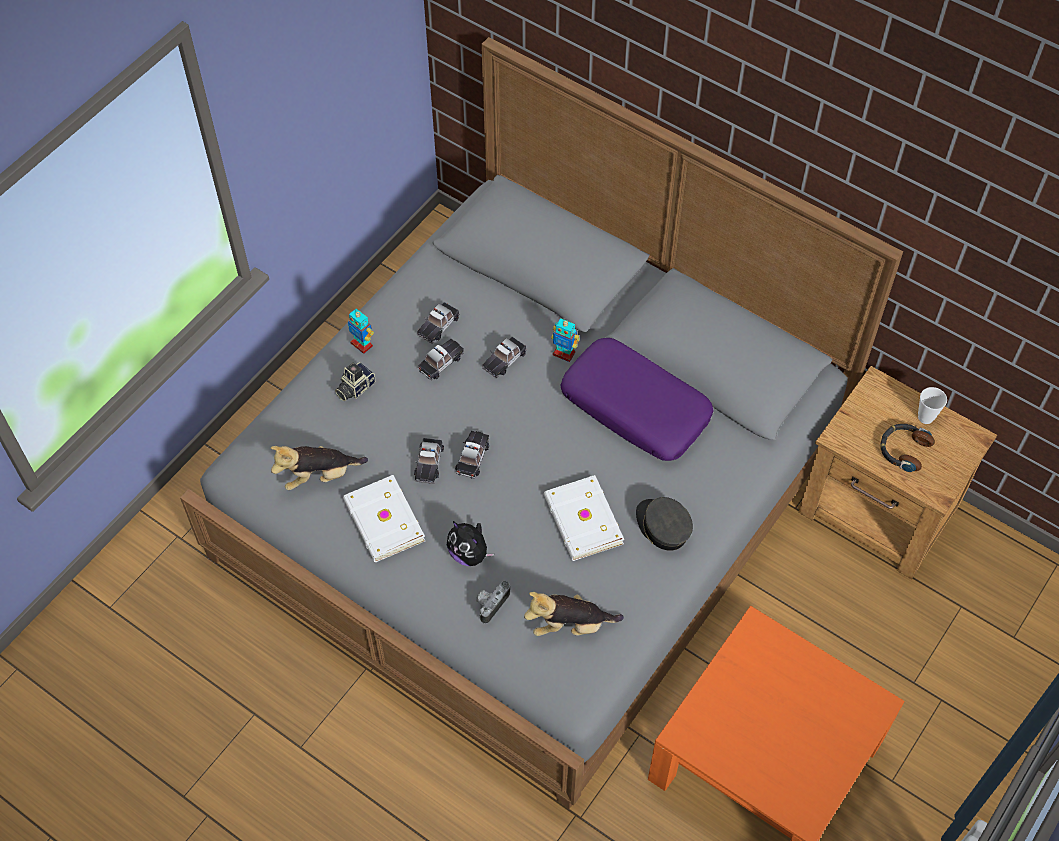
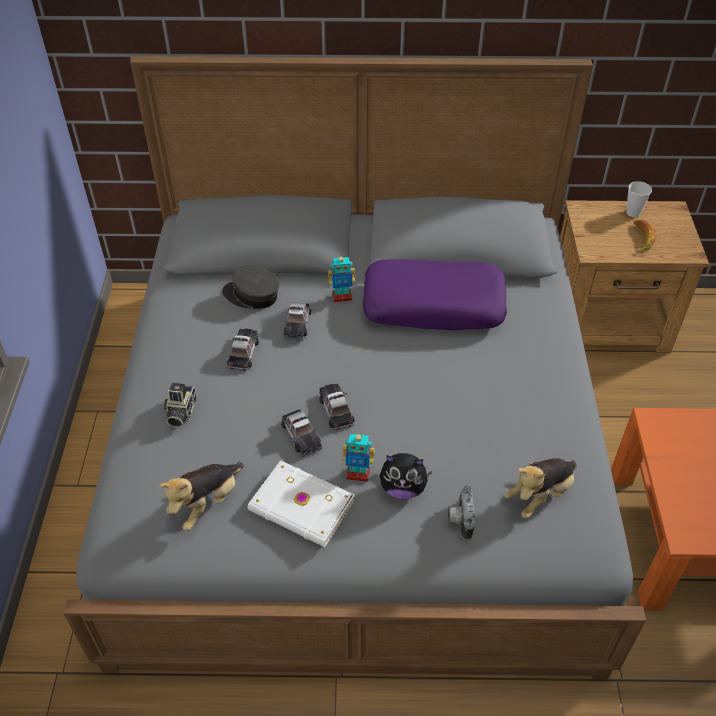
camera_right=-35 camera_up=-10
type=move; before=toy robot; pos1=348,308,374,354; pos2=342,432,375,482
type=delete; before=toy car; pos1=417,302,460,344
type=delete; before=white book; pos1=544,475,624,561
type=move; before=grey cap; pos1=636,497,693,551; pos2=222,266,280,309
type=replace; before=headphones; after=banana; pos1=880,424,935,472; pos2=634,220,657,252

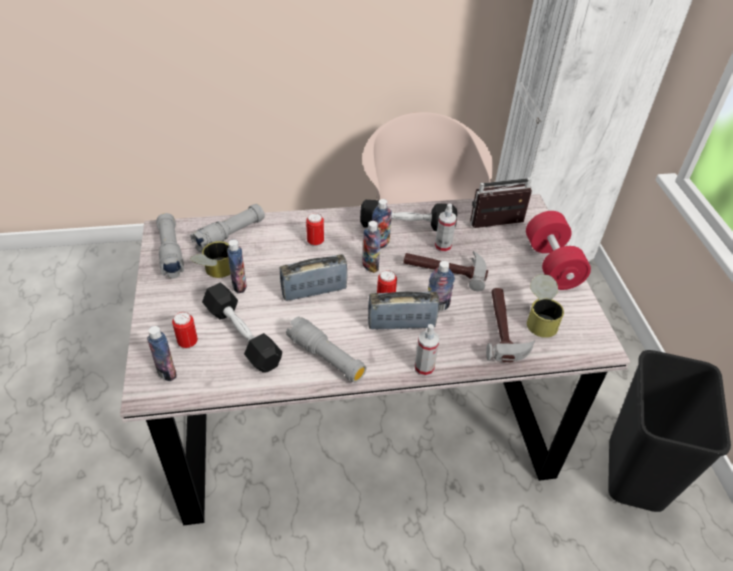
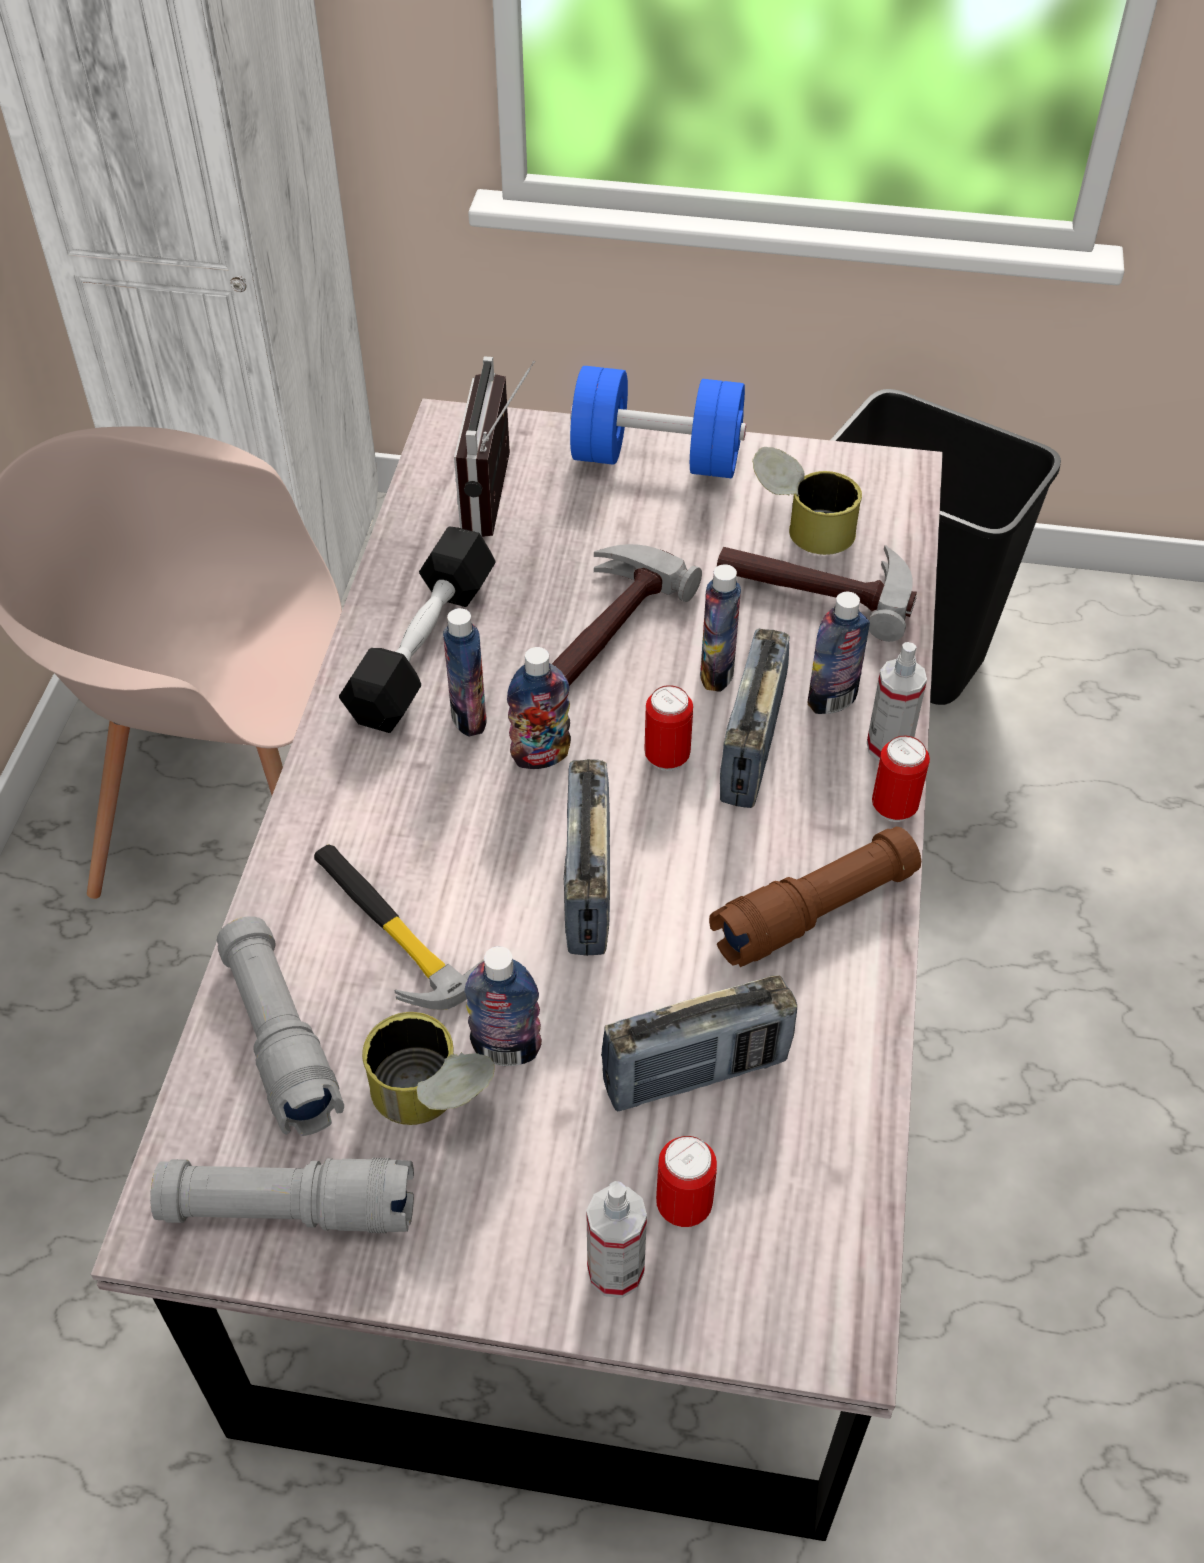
camera_right=-70 camera_up=5
type=move; before=bottle; pos1=147,326,177,381; pos2=808,592,870,714
type=replace; before=black dumbbell; after=radio; pos1=202,283,282,373; pos2=601,975,797,1111
type=recolor; before=grey flashlight; after=brown flashlight; pos1=286,316,367,383; pos2=709,827,921,967
type=move; before=can; pos1=306,213,324,247; pos2=872,736,930,822
type=move; before=spray bottle; pos1=435,203,457,253; pos2=586,1181,647,1298
type=recolor; before=red dumbbell; after=blue dumbbell; pos1=526,211,591,290; pos2=570,366,746,478
type=insert; after=hammer; pos2=314,844,484,1010

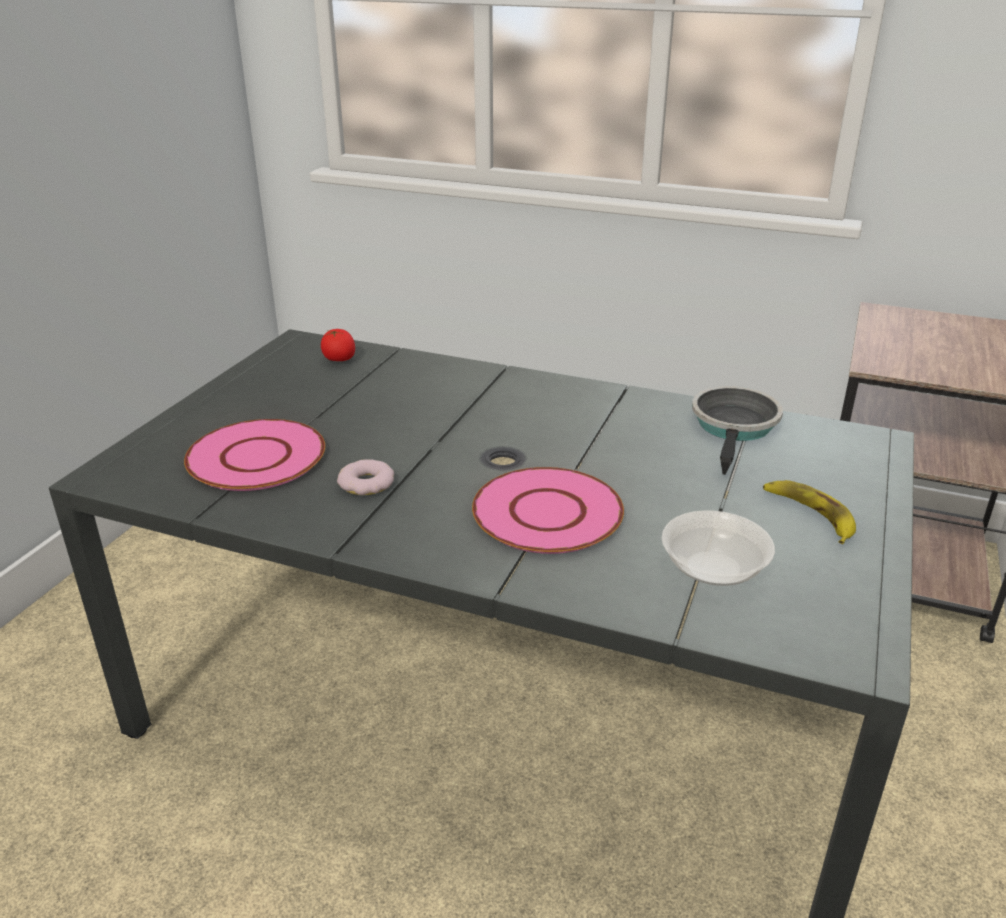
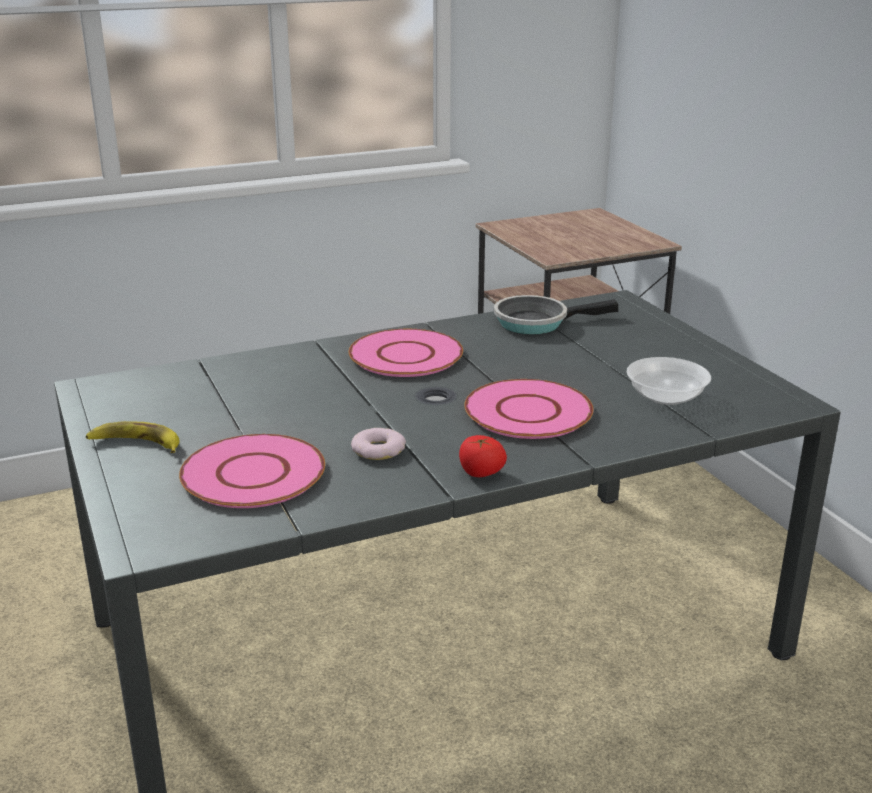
camera_right=-45 camera_up=-5
type=move; before=tomato; pos1=321,329,355,361; pos2=459,435,507,477
type=rotate; before=frying pan; pos1=692,386,783,475; pos2=494,295,618,335; turn=-75
type=move; before=banana; pos1=763,480,856,544; pos2=86,421,180,453
type=insert; after=pink plate; pos2=349,329,463,377

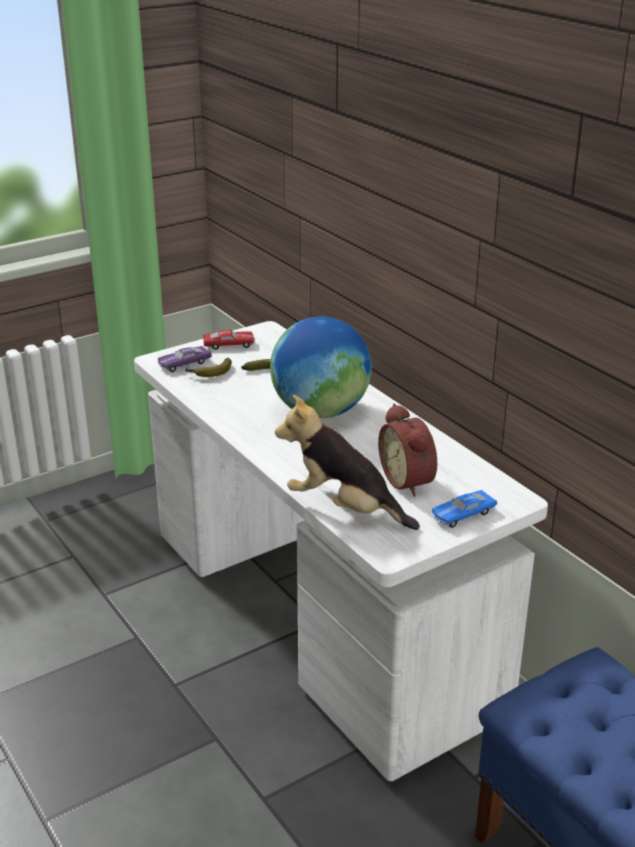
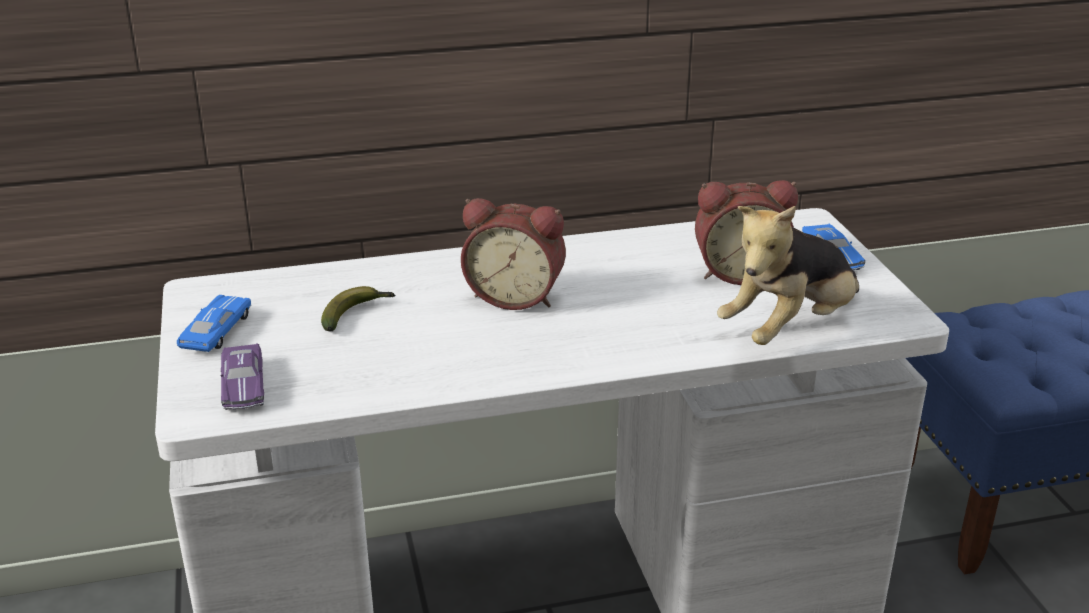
camera_right=-70 camera_up=0
type=delete; before=banana; pos1=185,358,232,377
type=recolor; before=red toy car; after=blue toy car; pos1=203,330,255,350; pos2=177,295,251,352
type=replace; before=globe; after=alarm clock; pos1=270,317,372,418; pos2=461,198,566,310

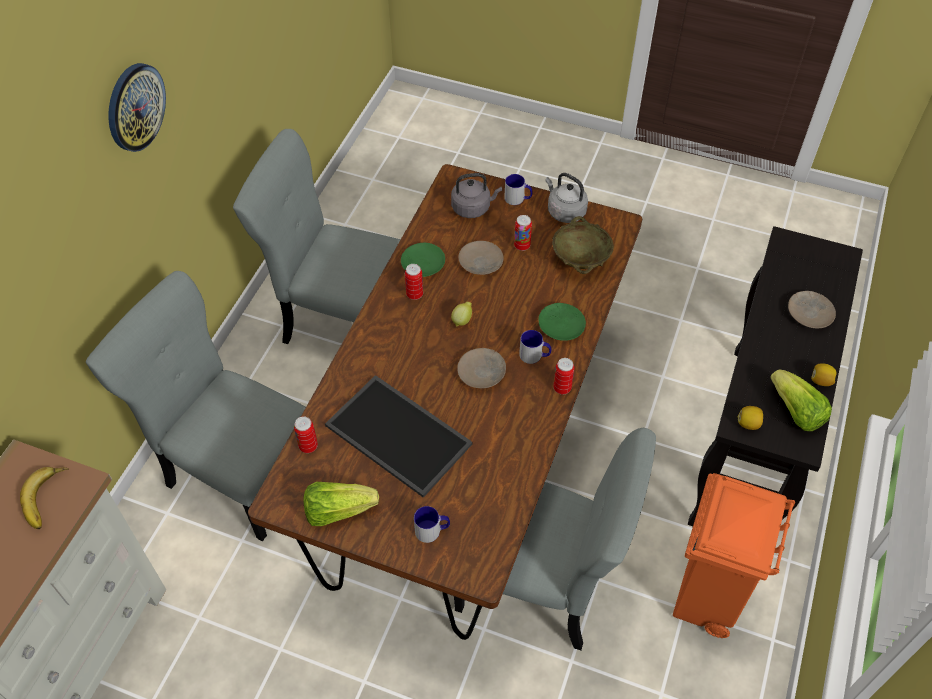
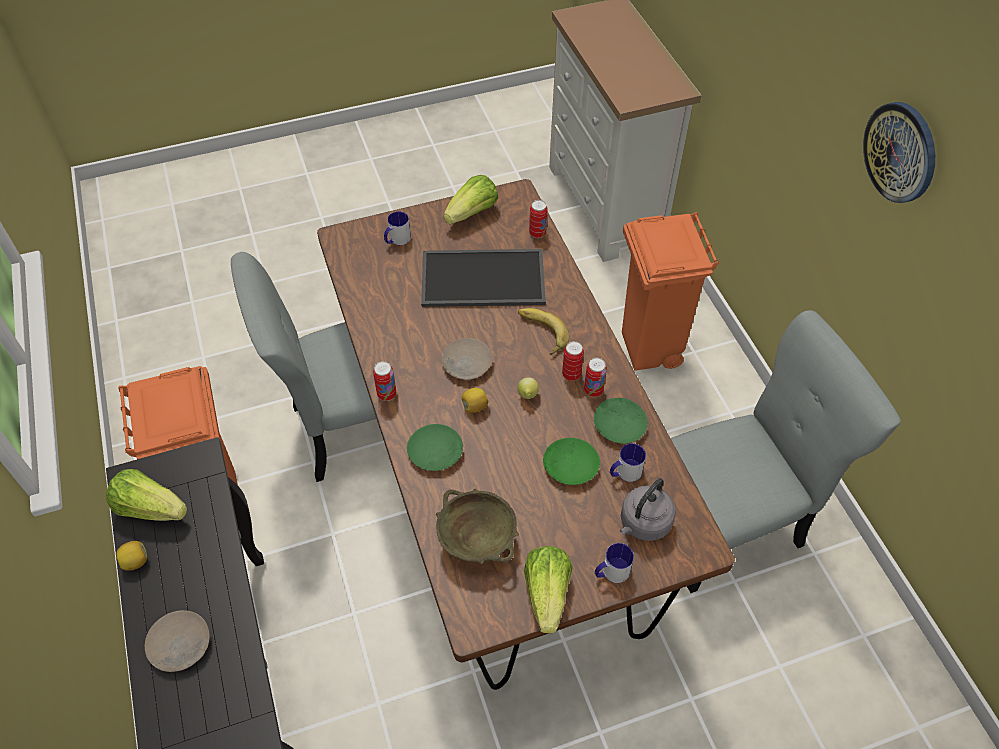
camera_right=140 camera_up=0
type=move; before=banana; pos1=20,467,69,529; pos2=518,308,569,355
type=replace; before=grey chair; after=orange trash can; pos1=86,271,306,541; pos2=622,212,719,371
type=recolor; before=beige plate; after=green plate; pos1=458,241,504,275; pos2=543,438,600,485
type=move; before=can; pos1=514,215,532,251; pos2=562,341,584,381
type=move; before=mug; pos1=519,330,551,364; pos2=610,443,646,482
type=replace; before=grey kettle; after=lettuce; pos1=546,173,588,223; pos2=524,546,573,633
type=move; before=lemon; pos1=738,406,763,430; pos2=462,388,488,413

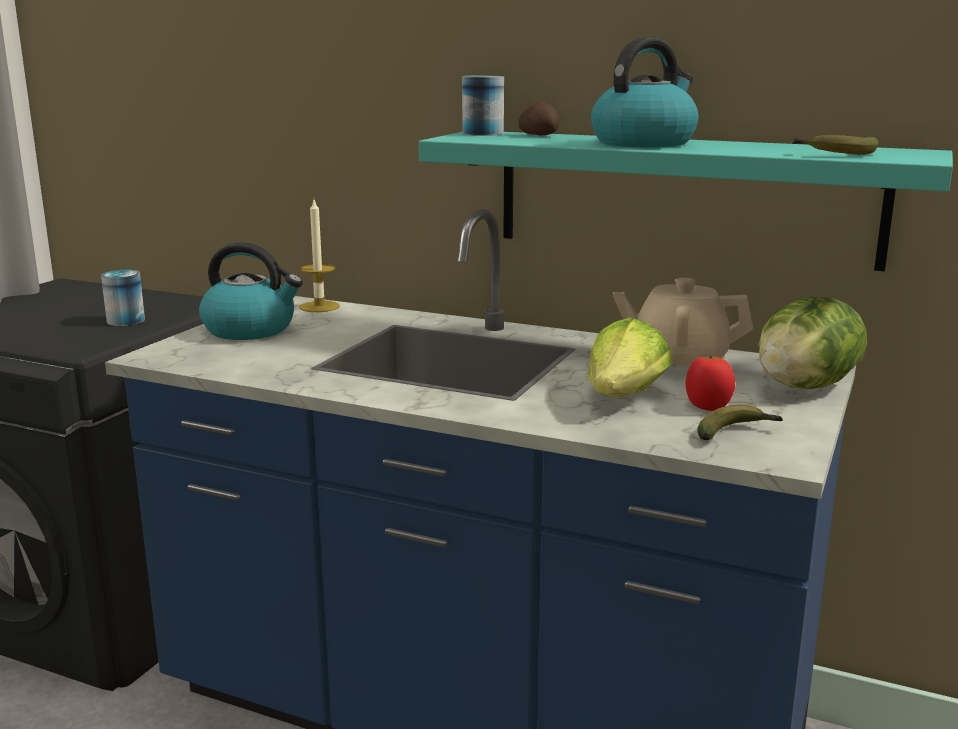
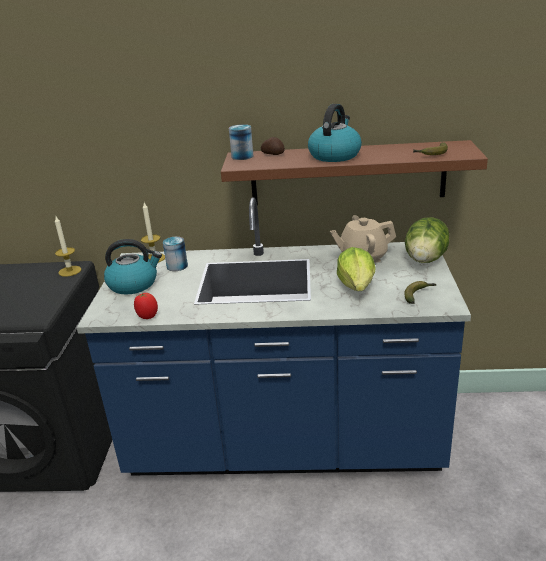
camera_right=-20 camera_up=10
type=move; before=can; pos1=101,270,145,326; pos2=163,237,188,271
type=recolor; before=turquoise shelf; after=brown shelf; pos1=419,132,953,271; pos2=221,140,488,205
type=move; before=tomato; pos1=686,355,735,411; pos2=134,293,158,319
type=insert; after=candle; pos2=55,217,81,277

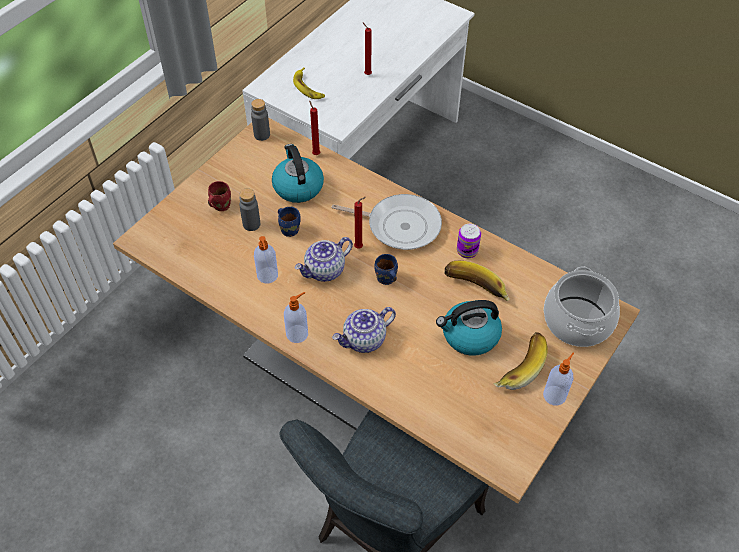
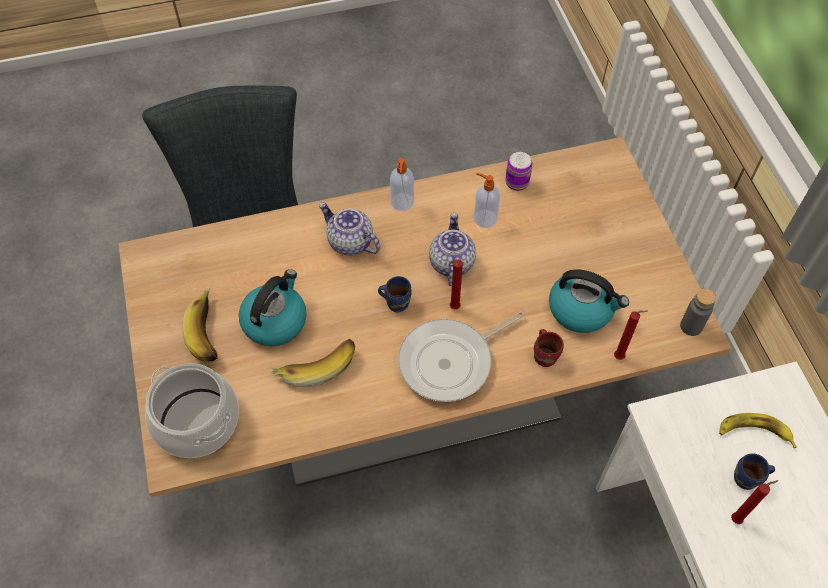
camera_right=130 camera_up=5
type=move; before=red mug; pos1=208,181,231,211; pos2=534,329,564,367
type=delete; before=grey bottle; pos1=239,188,260,231
type=move; before=blue mug; pos1=278,207,301,237; pos2=734,454,775,490
type=rotate; before=teapot; pos1=332,307,396,353; pos2=319,202,381,255; turn=-60
type=move; before=can; pos1=457,224,481,258; pos2=505,152,533,191
type=delete; before=soap dispenser; pos1=543,353,574,406

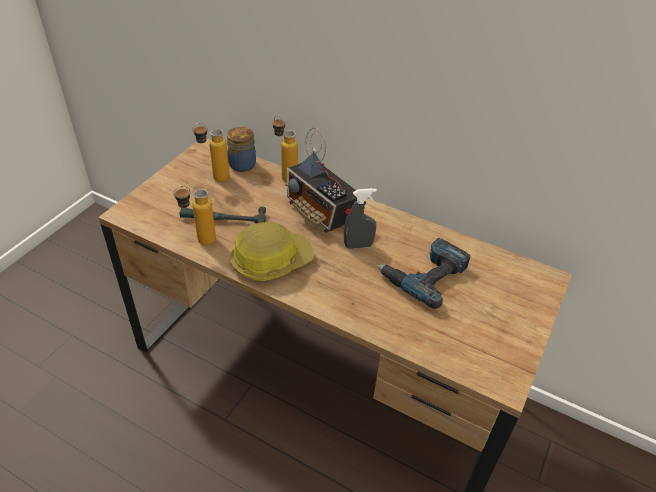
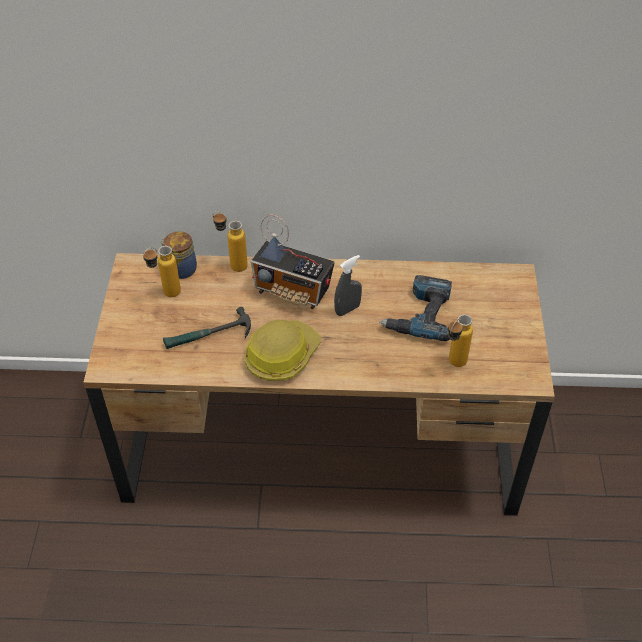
camera_right=-25 camera_up=5
type=move; before=bottle; pos1=173,186,216,245; pos2=448,315,473,367

